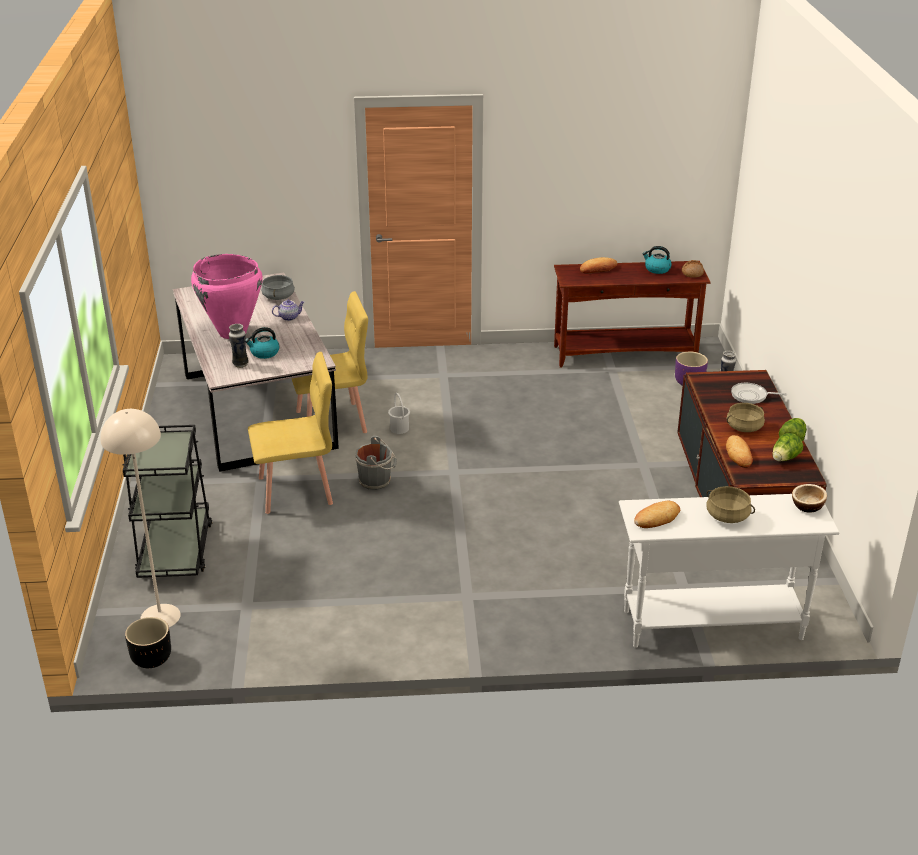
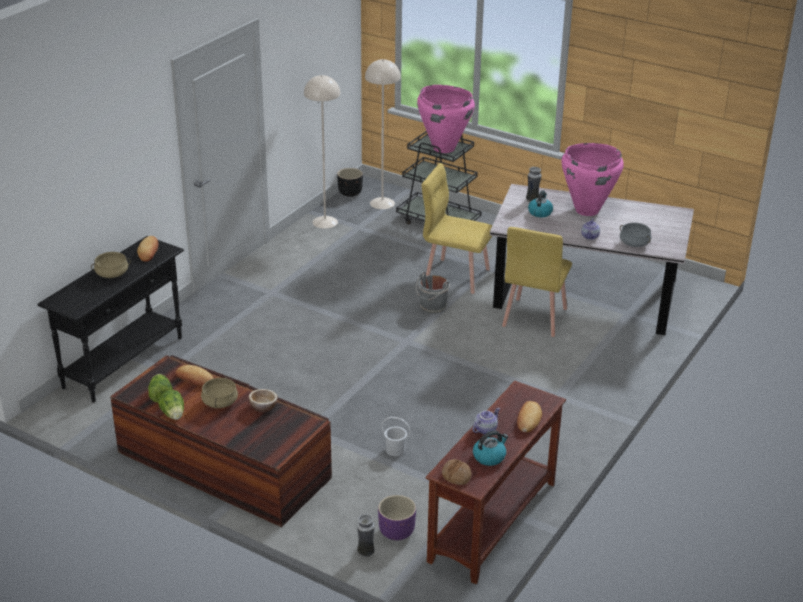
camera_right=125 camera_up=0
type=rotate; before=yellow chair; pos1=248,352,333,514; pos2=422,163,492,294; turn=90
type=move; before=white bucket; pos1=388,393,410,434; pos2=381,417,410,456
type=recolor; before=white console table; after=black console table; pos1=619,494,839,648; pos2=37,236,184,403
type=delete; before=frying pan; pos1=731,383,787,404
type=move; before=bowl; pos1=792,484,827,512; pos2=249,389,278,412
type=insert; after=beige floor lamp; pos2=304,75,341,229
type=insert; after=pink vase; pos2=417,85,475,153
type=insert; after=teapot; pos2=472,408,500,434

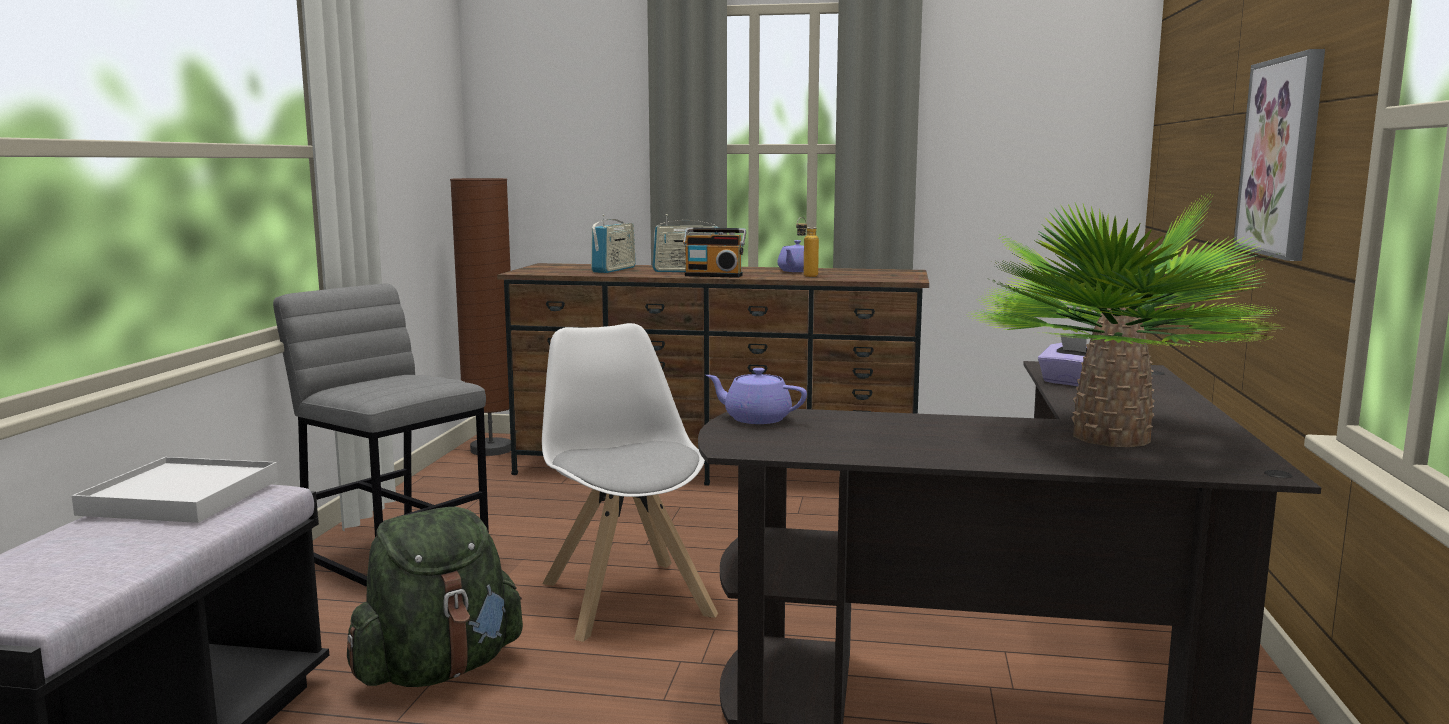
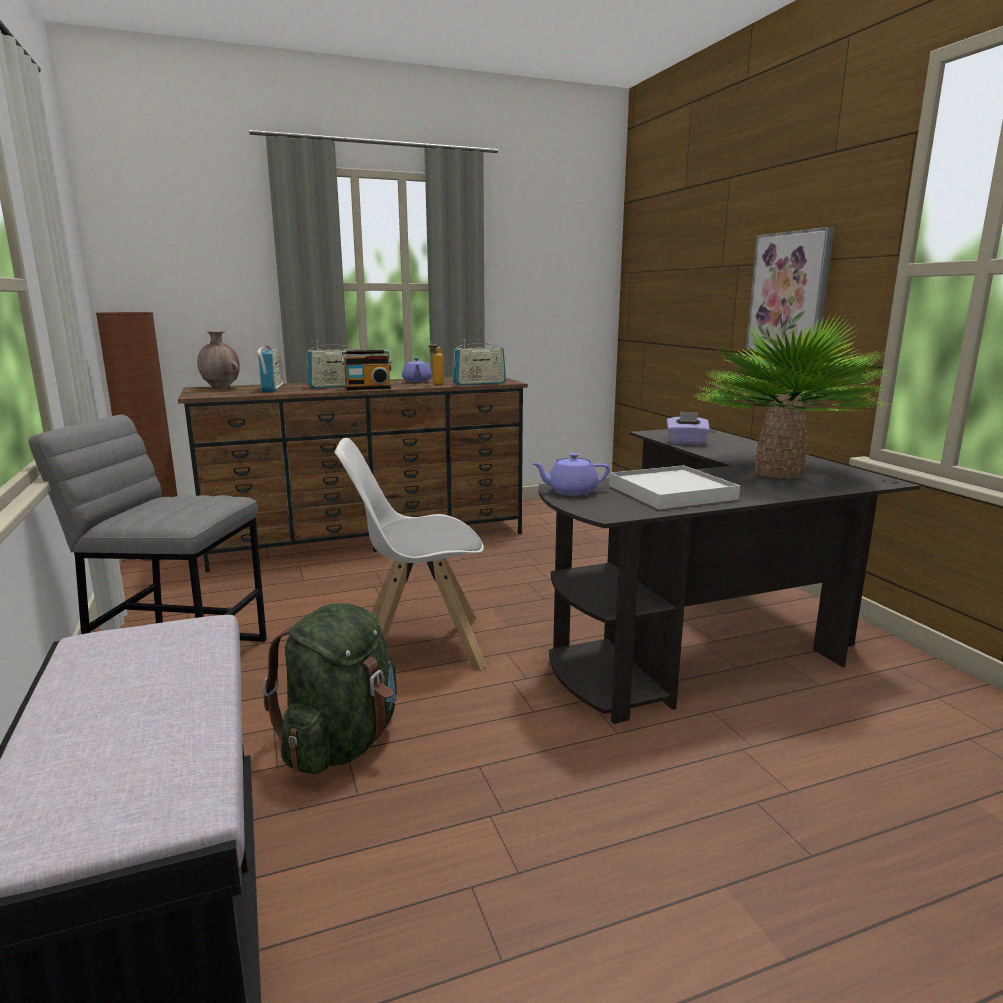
camera_right=-30 camera_up=5
type=move; before=white tray; pos1=72,457,278,523; pos2=609,465,740,510
type=rotate; before=chair; pos1=542,323,718,642; pos2=334,438,487,670; turn=-45
type=insert; after=brown vase; pos2=197,331,240,389
type=insert; after=radio; pos2=453,339,506,385

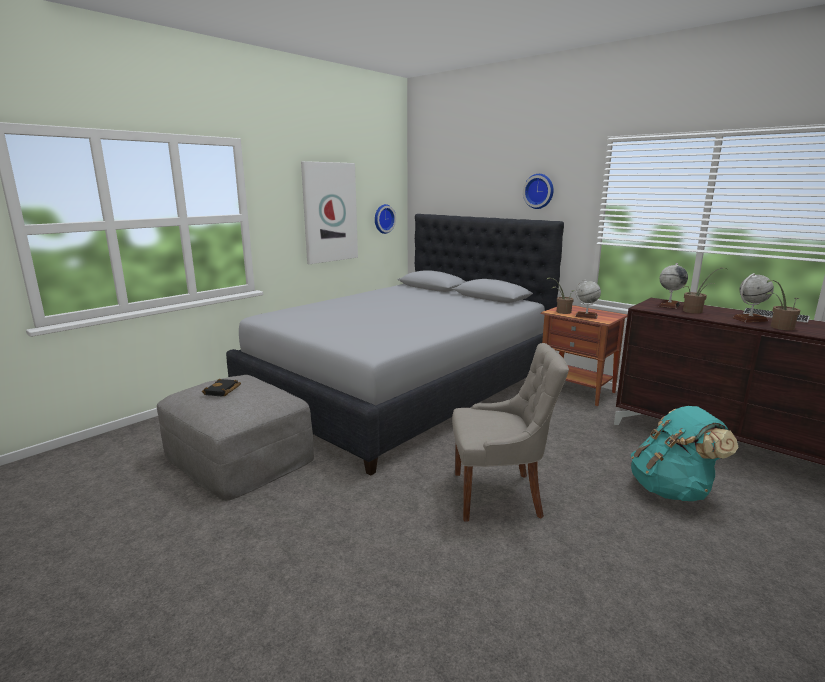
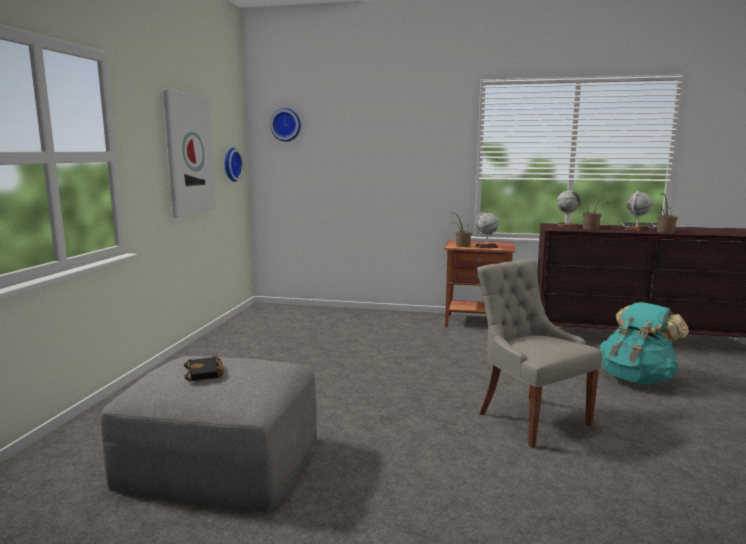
camera_right=-30 camera_up=-5
type=delete; before=grey bed; pos1=226,214,564,475
type=rotate; before=grey chair; pos1=452,343,569,522; pos2=477,259,603,448; turn=-90
type=move; before=wall clock; pos1=523,174,554,209; pos2=270,108,301,142

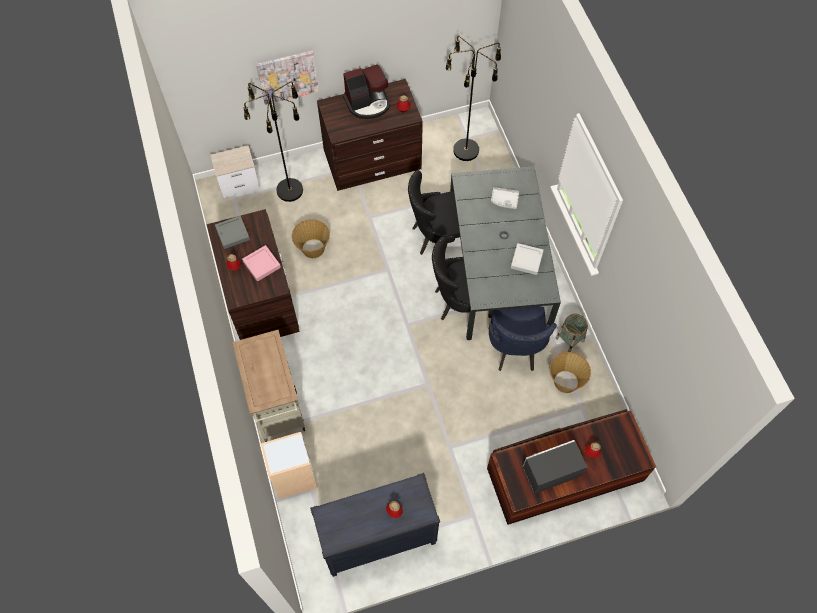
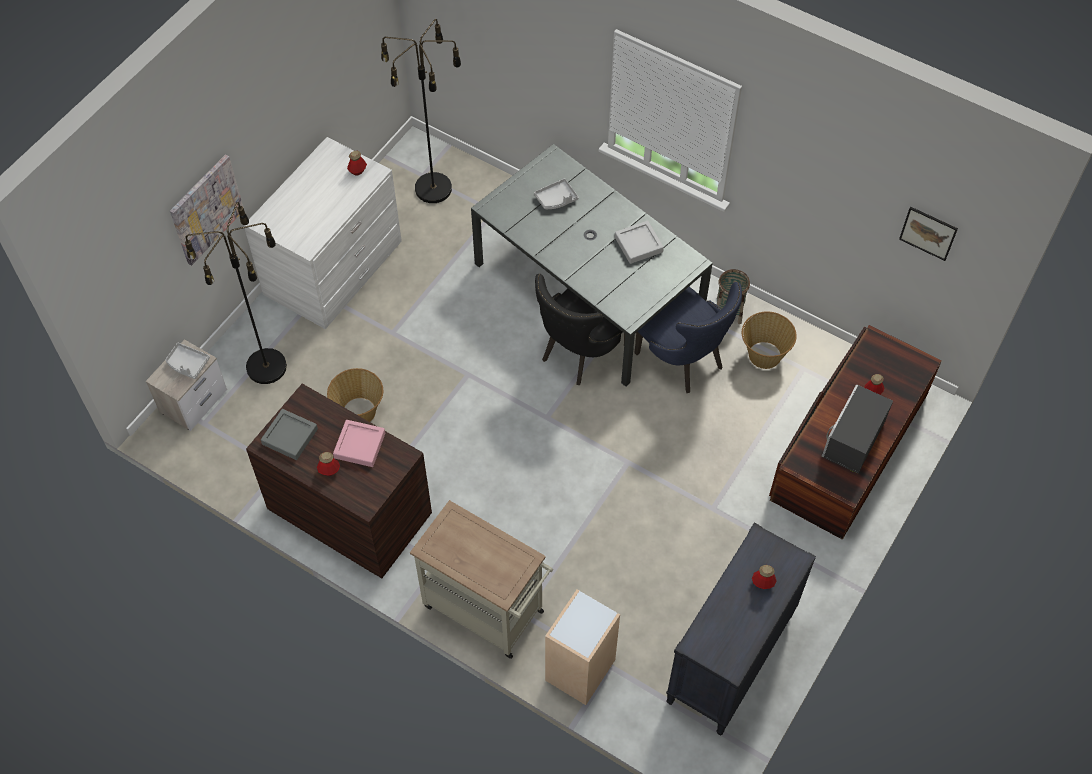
camera_right=-40 camera_up=-5
type=recolor; before=brown dresser; after=white dresser; pos1=317,79,423,191; pos2=244,137,402,329
type=delete; before=coffee machine; pos1=343,64,390,119
type=delete; before=black chair; pos1=408,170,460,255
type=insert; after=grey tray; pos2=166,343,210,379
type=insert; after=picture; pos2=899,207,958,261

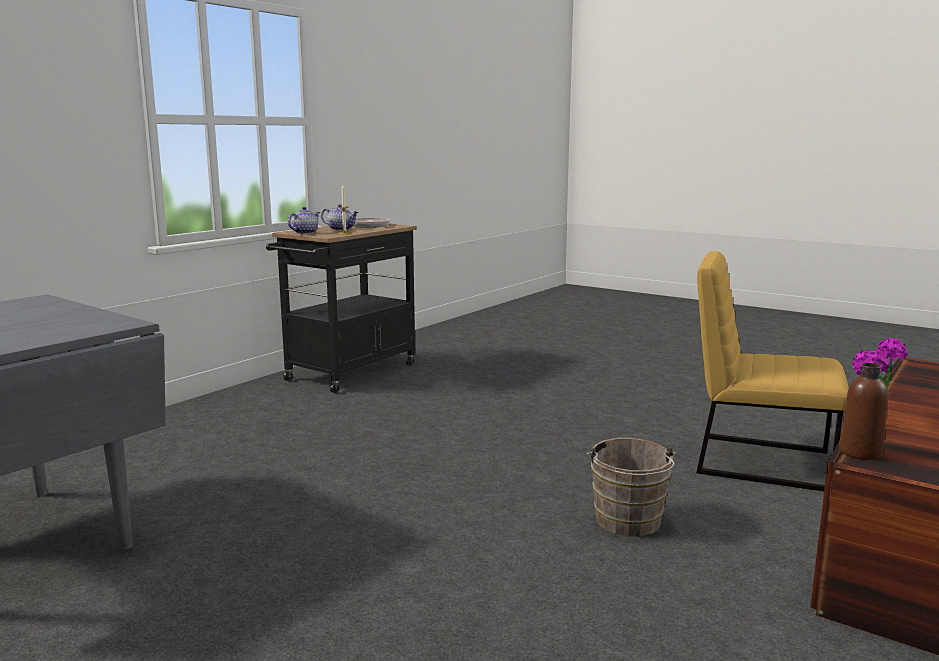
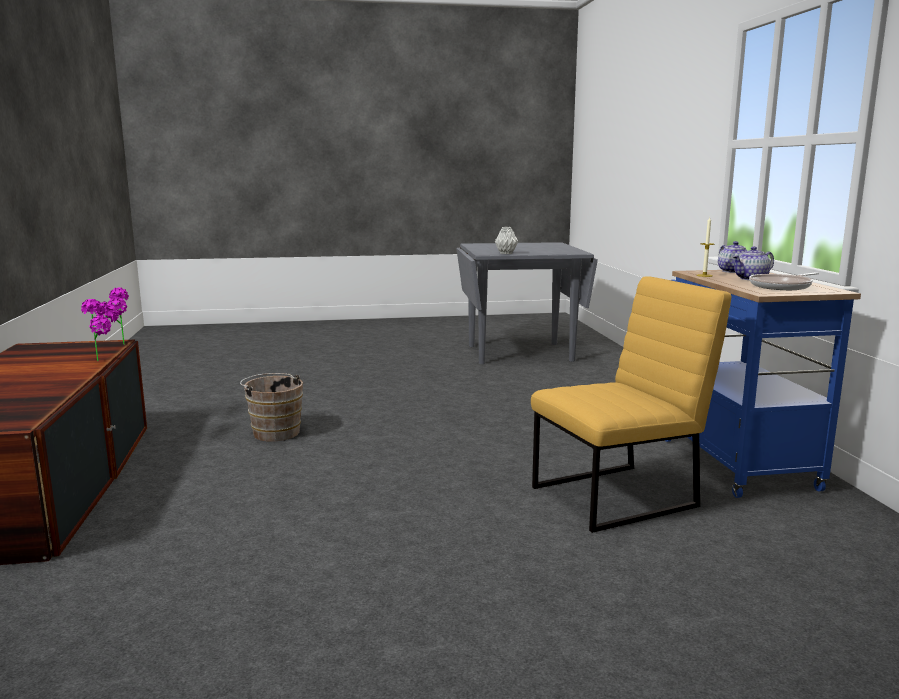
camera_right=135 camera_up=0
type=recolor; before=black cart; after=blue cart; pos1=266,224,417,393; pos2=665,270,861,498
type=move; before=yellow chair; pos1=696,251,849,491; pos2=531,276,731,533
type=replace; before=brown bottle; after=potted plant; pos1=839,363,888,460; pos2=94,287,129,345
type=insert; after=grey vase; pos2=495,227,518,254

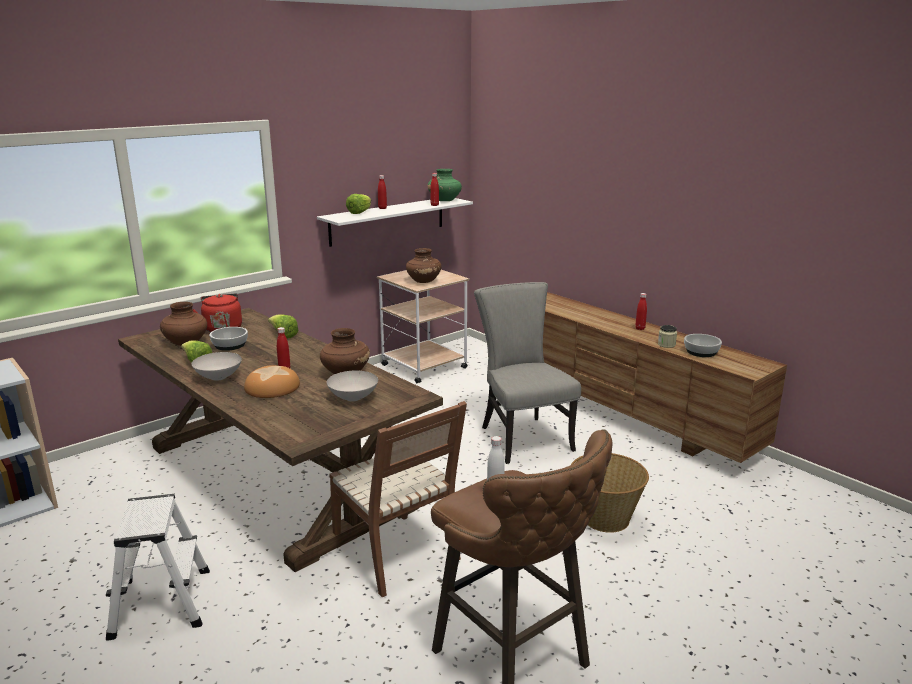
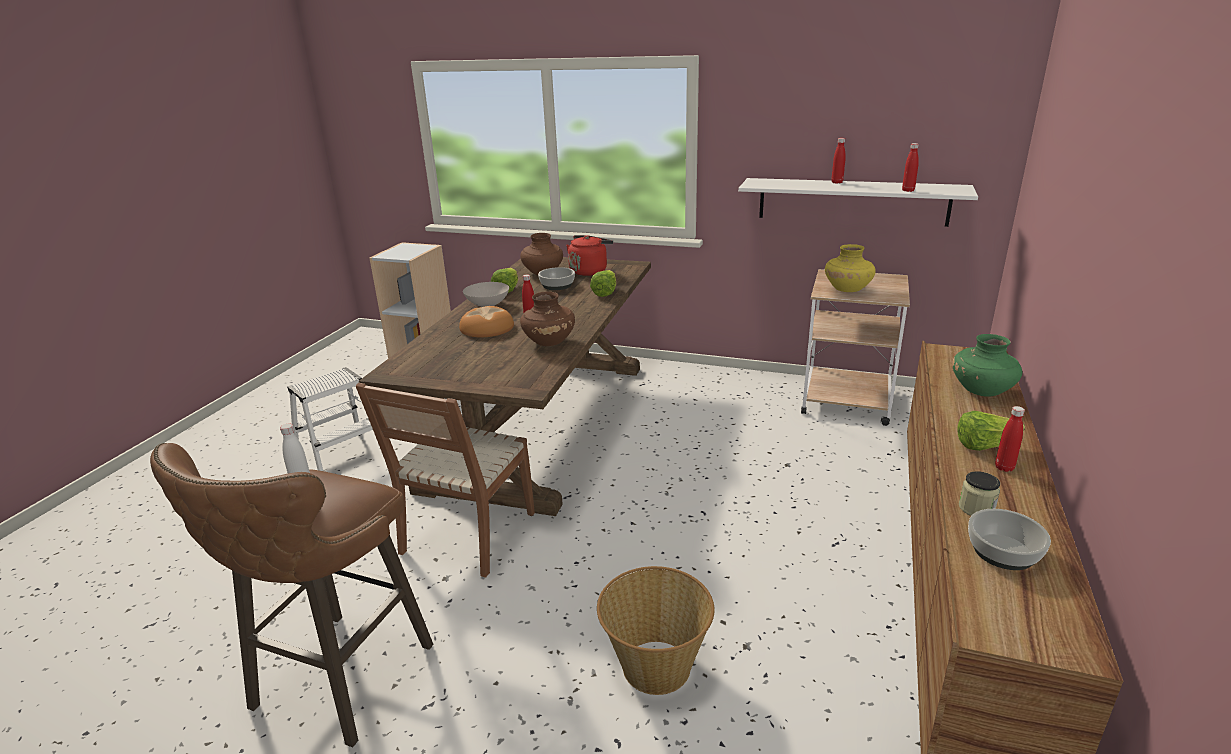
camera_right=60 camera_up=5
type=delete; before=white bowl; pos1=327,371,378,402
type=move; before=lettuce; pos1=346,194,371,214; pos2=957,411,1025,451
type=recolor; before=brown vase; after=yellow vase; pos1=406,248,442,283; pos2=825,244,876,292
type=move; before=green vase; pos1=428,169,462,201; pos2=952,334,1022,397
type=delete; before=grey chair; pos1=474,282,581,464

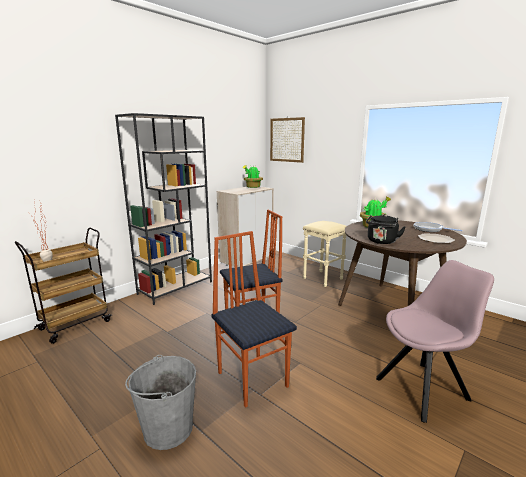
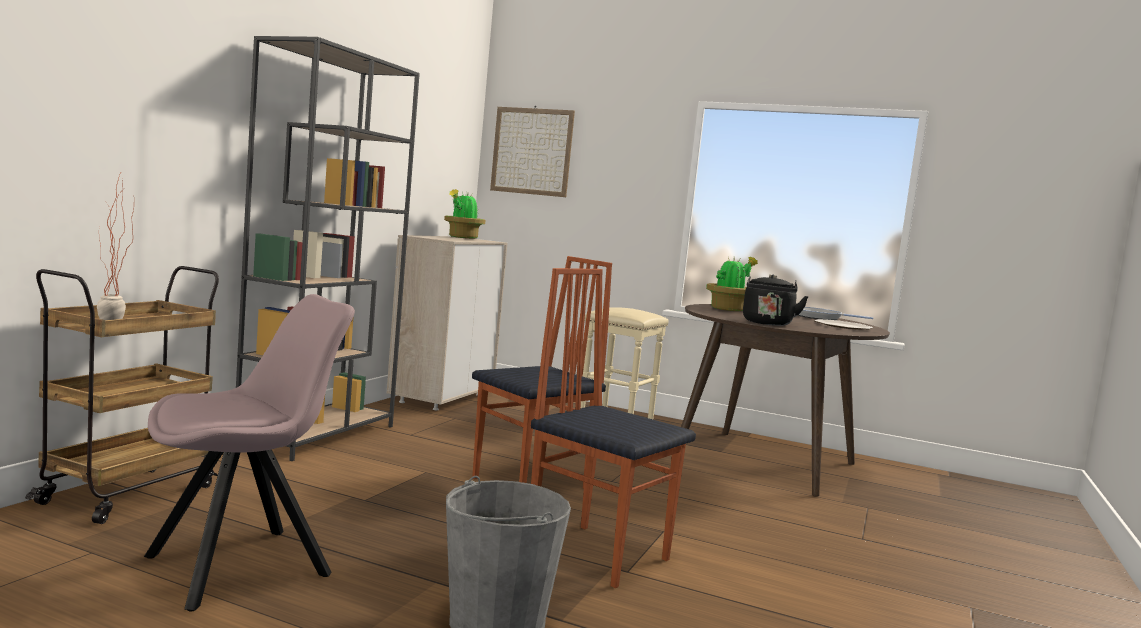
camera_right=-20 camera_up=-10
type=move; before=pink chair; pos1=376,260,494,423; pos2=144,294,355,611

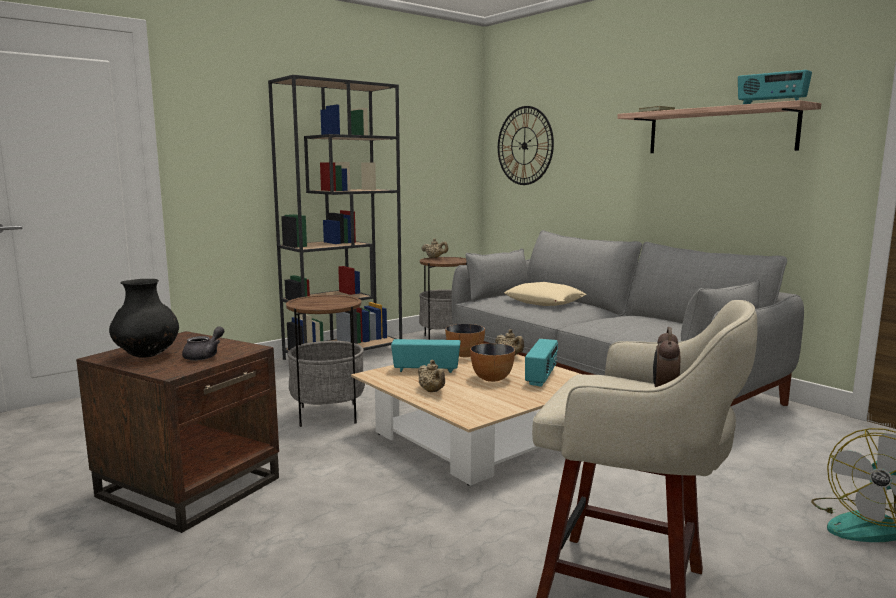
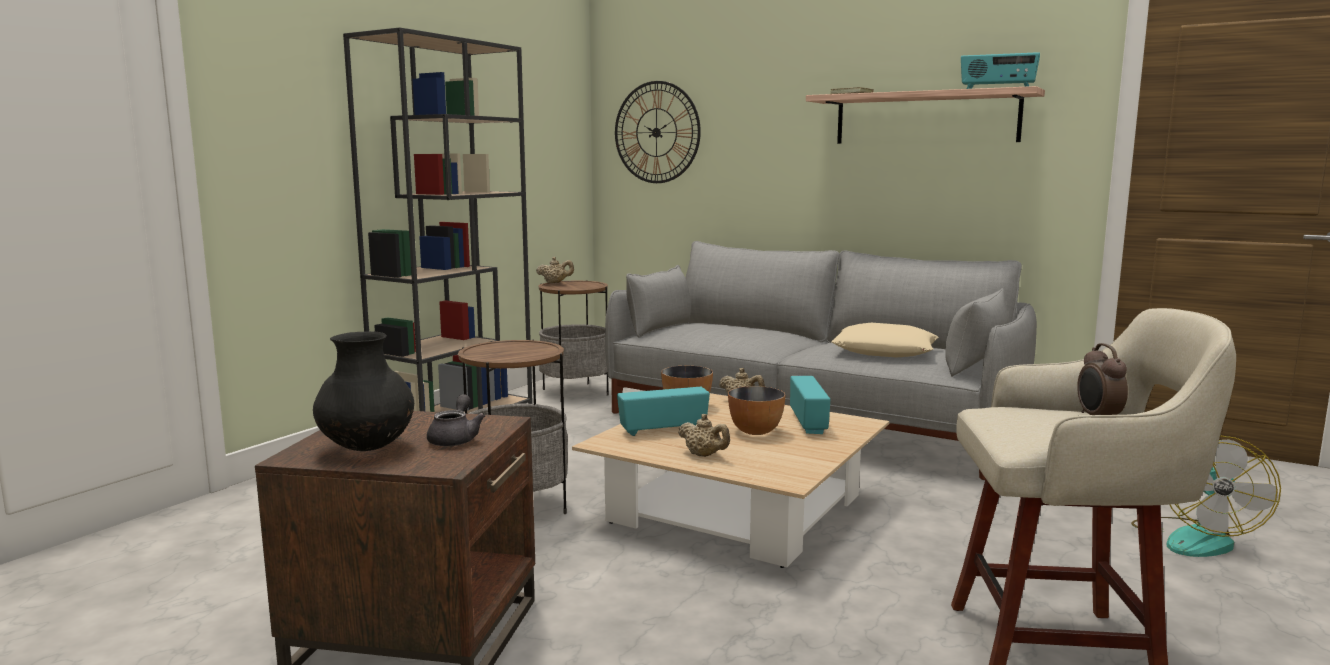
camera_right=-20 camera_up=0
type=move; before=beige pillow; pos1=504,282,587,306; pos2=831,323,939,358

